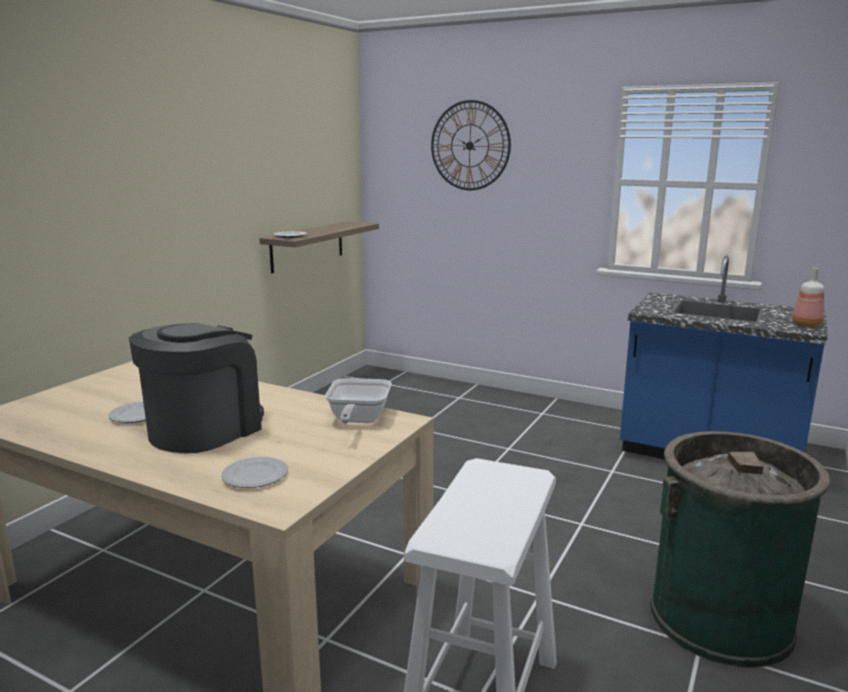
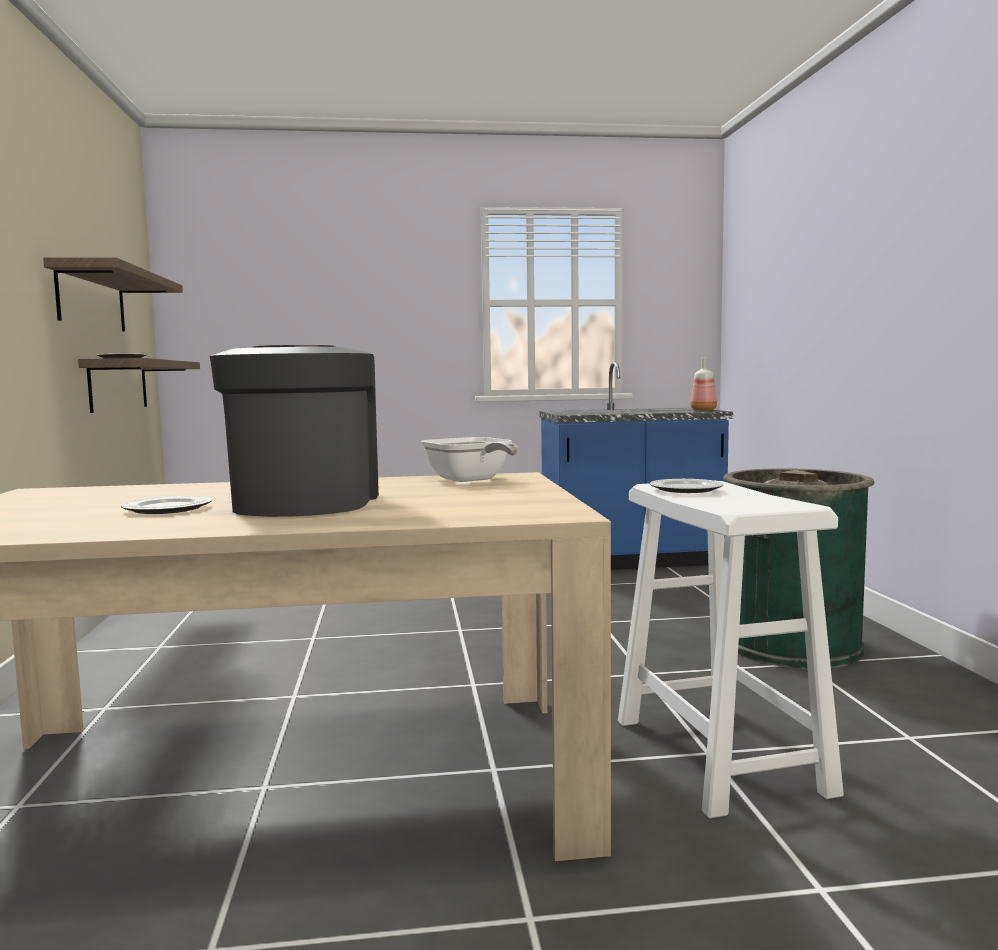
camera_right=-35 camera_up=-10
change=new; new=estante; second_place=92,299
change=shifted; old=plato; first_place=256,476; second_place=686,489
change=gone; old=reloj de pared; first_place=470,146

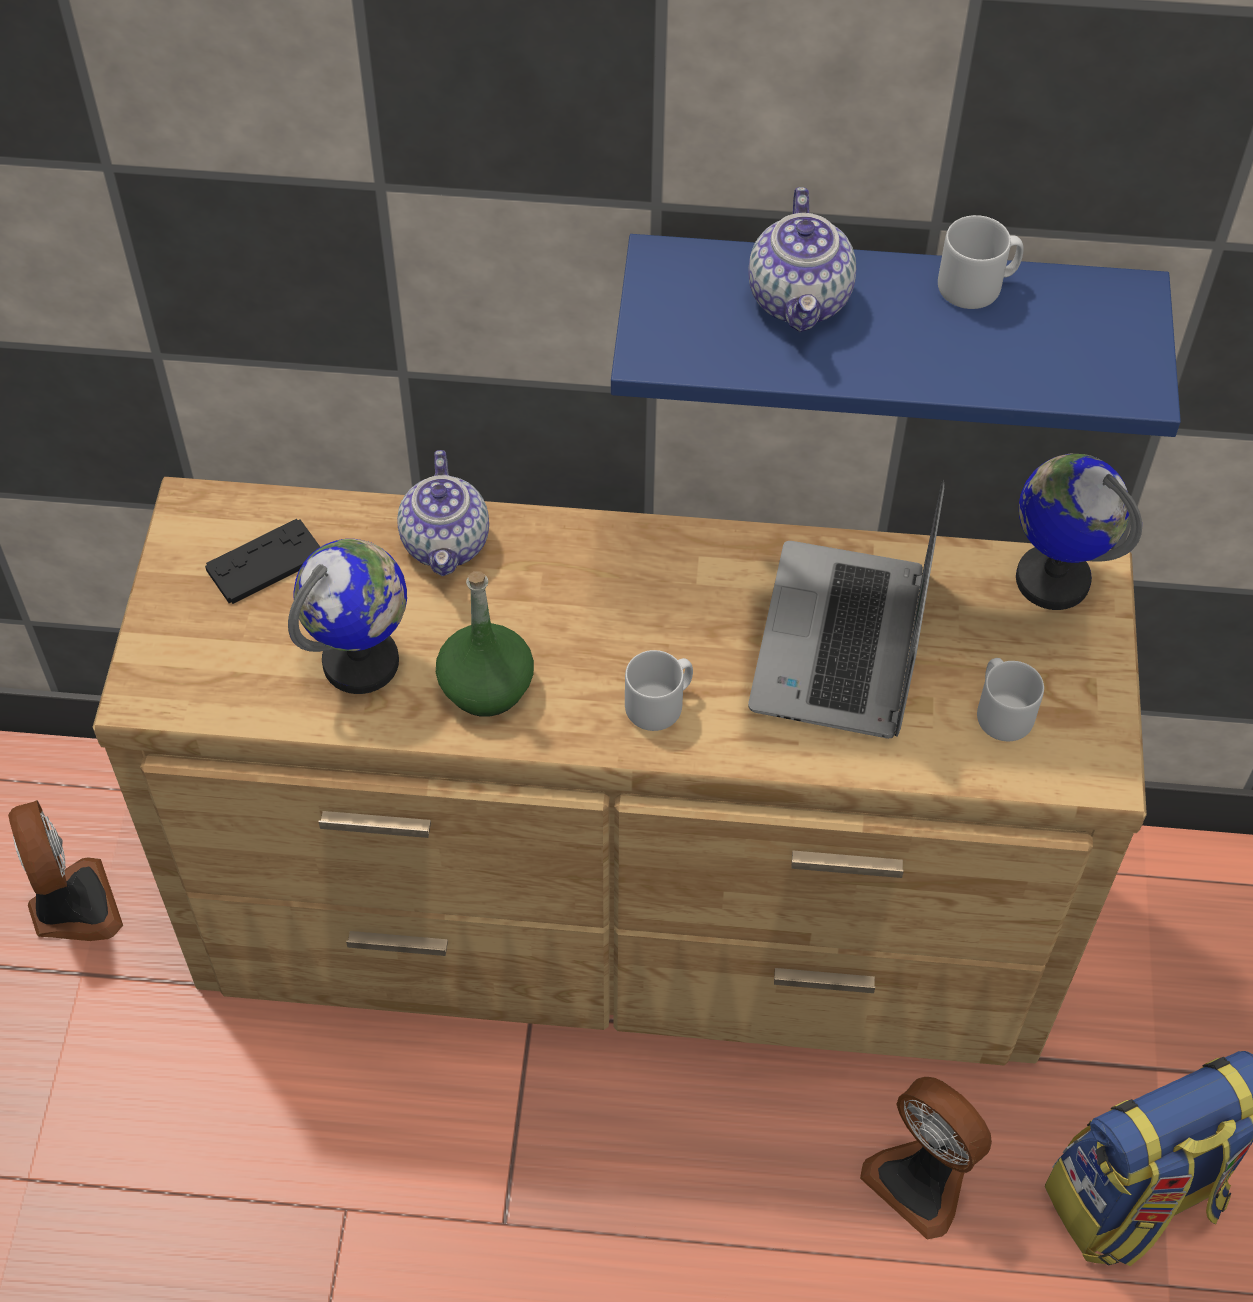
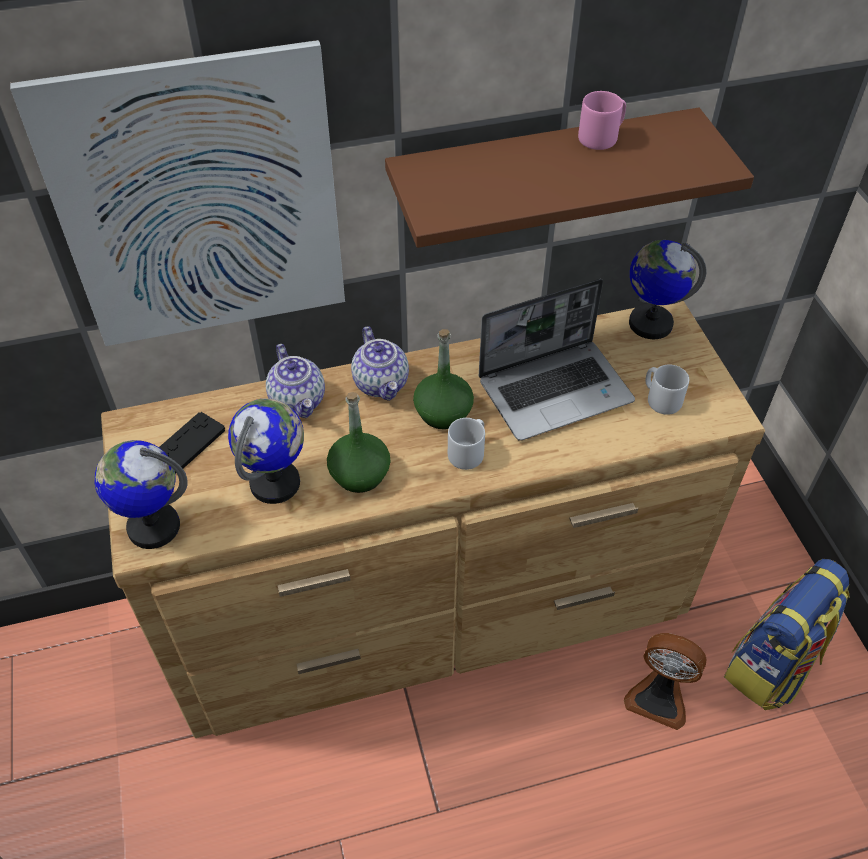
camera_right=-20 camera_up=-5
change=new; new=cuadro; second_place=201,205
change=new; new=globo terráqueo; second_place=153,526
change=shifted; old=tetera; first_place=801,300; second_place=382,383
change=repainted; old=estante [azul]; new=estante [marrón]; first_place=888,308; second_place=542,173
change=new; new=botella [verde]; second_place=443,412
change=rotated; old=portátil; first_place=843,645; second_place=556,390; degrees=-105
change=repainted; old=taza grande [gris]; new=taza grande [rosa]; first_place=977,286; second_place=601,137
change=gone; old=ventilador; first_place=72,907

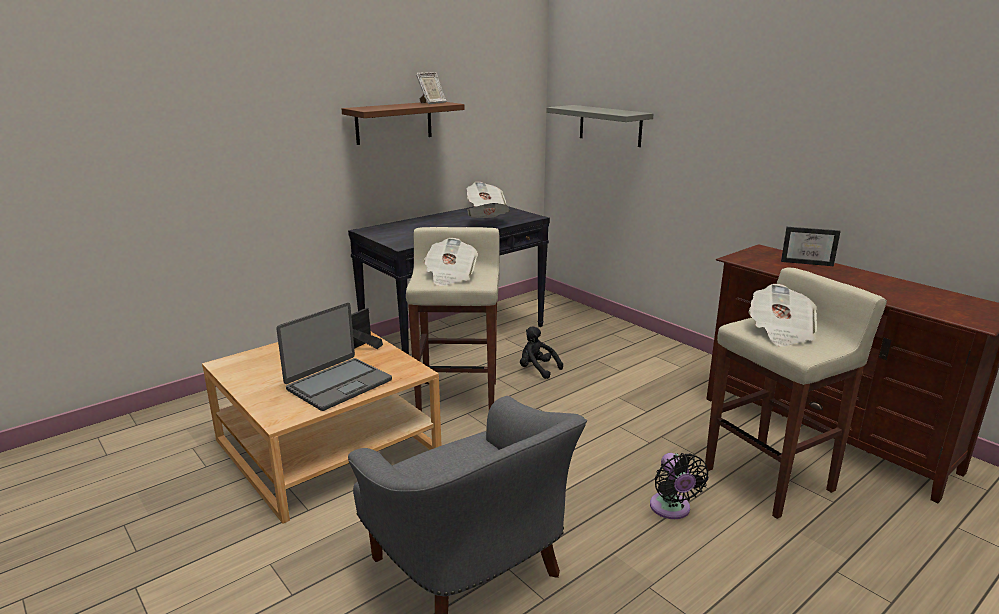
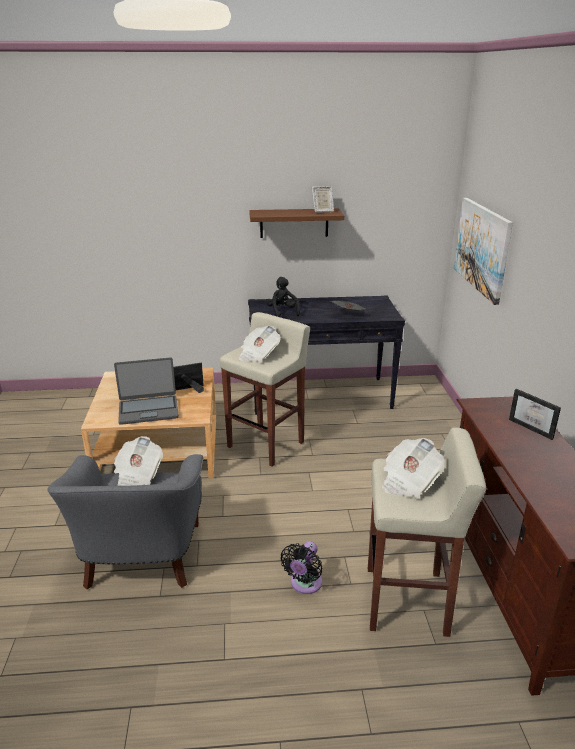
camera_right=35 camera_up=5
change=shifted; old=periódico; first_place=486,209; second_place=137,475
change=shifted; old=peluche [negro]; first_place=537,369; second_place=282,312
change=swapped; old=estante [gris]; new=cuadro; first_place=610,125; second_place=482,248

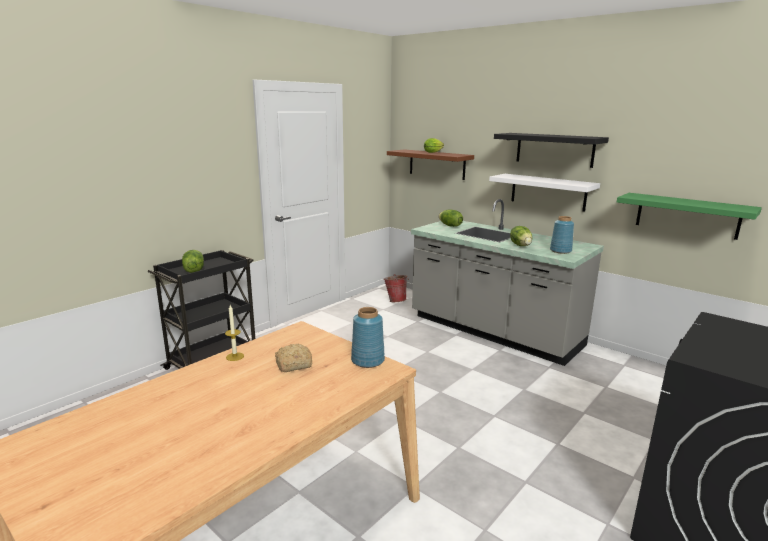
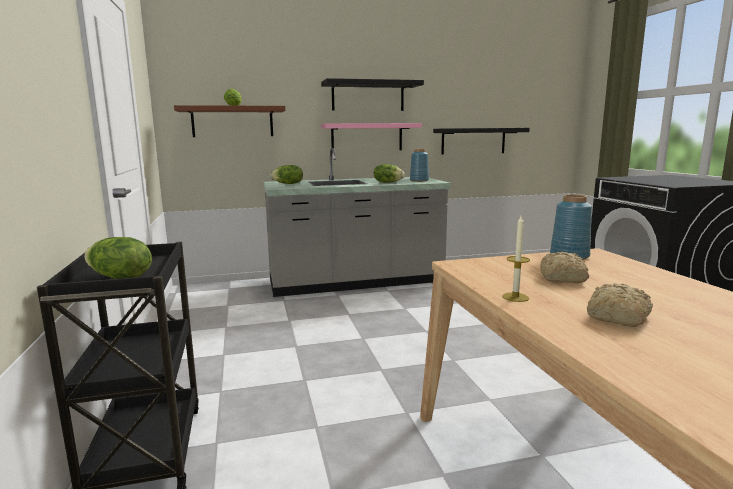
camera_right=-55 camera_up=-5
change=repainted; old=estante [blanco]; new=estante [rosa]; first_place=548,192; second_place=367,137
change=repainted; old=estante [verde]; new=estante [negro]; first_place=687,215; second_place=473,141
change=new; new=pan; second_place=617,317
change=gone; old=cubo; first_place=396,300

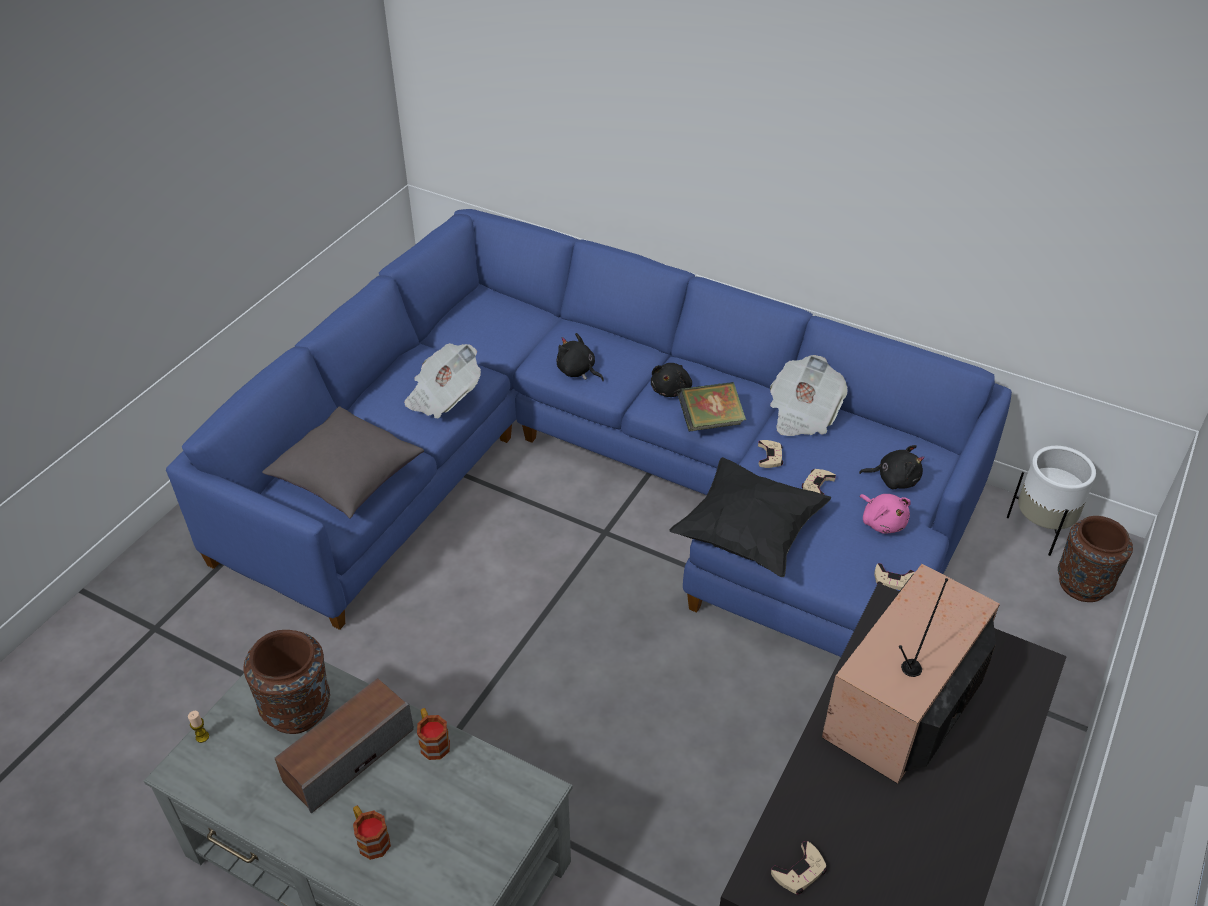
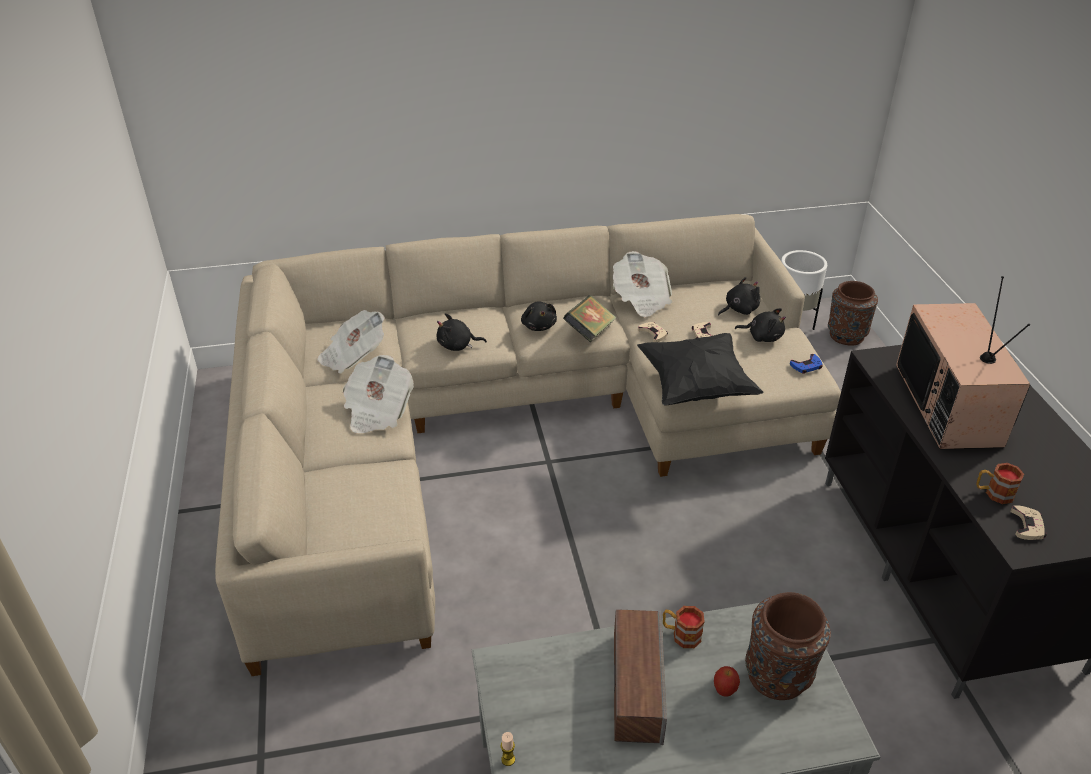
camera_right=-40 camera_up=-5
change=repainted; old=sofá [azul]; new=sofá [beis]; first_place=603,476; second_place=504,427
change=new; new=periódico; second_place=353,356
change=new; new=manzana; second_place=724,691
change=repainted; old=peluche [rosa]; new=peluche [negro]; first_place=882,522; second_place=762,336
change=shifted; old=florero [marrón]; first_place=298,709; second_place=778,674
change=repainted; old=mando de consola [beis]; new=mando de consola [azul]; first_place=893,580; second_place=806,366
change=shifted; old=taza grande; first_place=370,838; second_place=993,493
change=gone; old=cojín [gris]; first_place=347,478

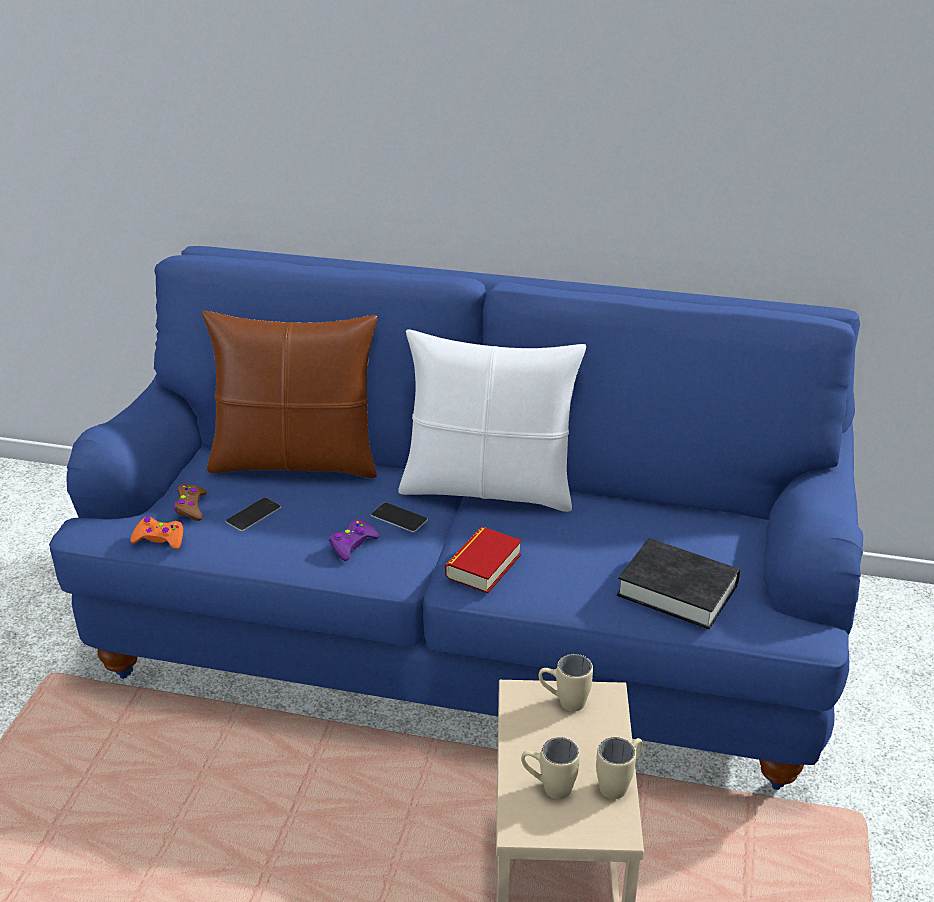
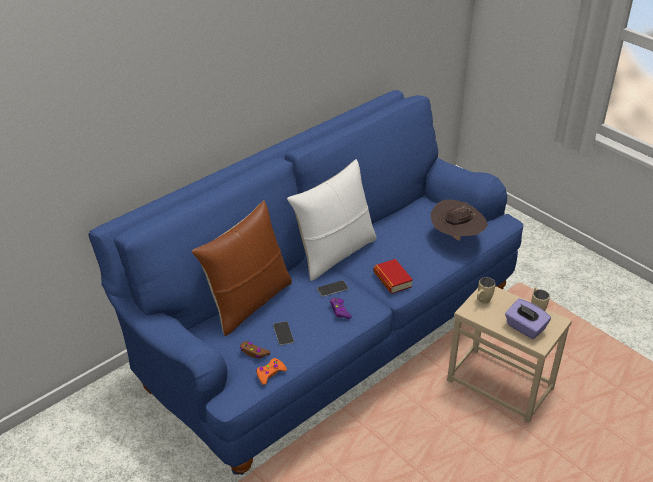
camera_right=-55 camera_up=5
change=swapped; old=libro [negro]; new=sombrero [marrón]; first_place=677,590; second_place=456,237
change=swapped; old=taza grande [beis]; new=caja de pañuelos [morado]; first_place=548,787; second_place=525,328

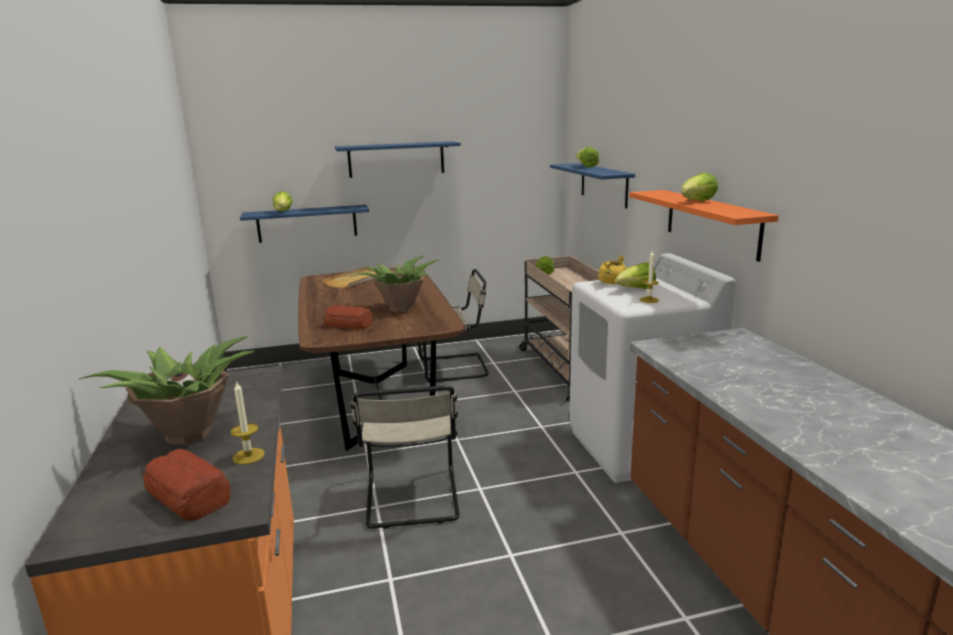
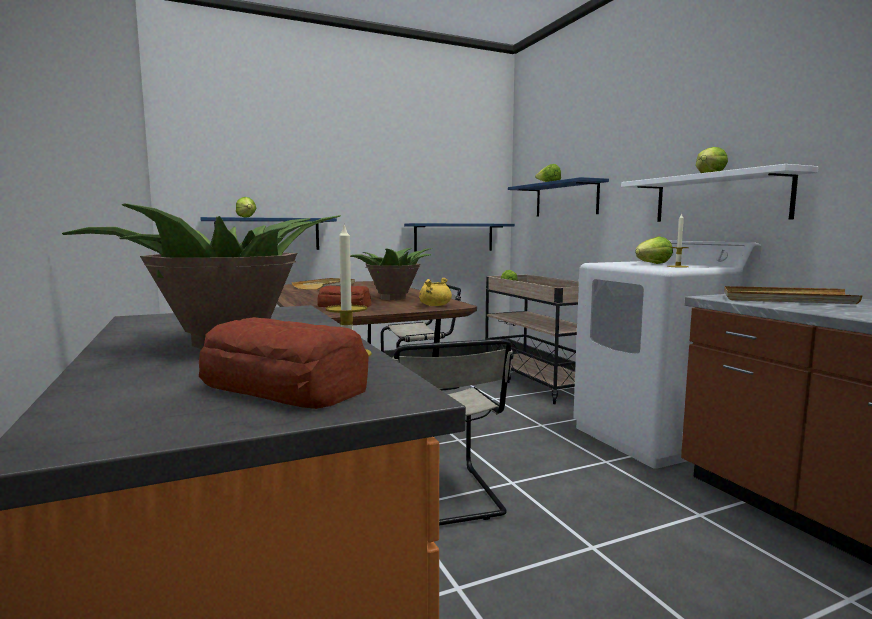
camera_right=-10 camera_up=-10
change=shifted; old=estante [azul]; first_place=396,159; second_place=454,237
change=shifted; old=olla [amarillo]; first_place=612,283; second_place=435,305
change=repainted; old=estante [naranja]; new=estante [blanco]; first_place=711,223; second_place=719,198
change=new; new=bandeja [beis]; second_place=785,299

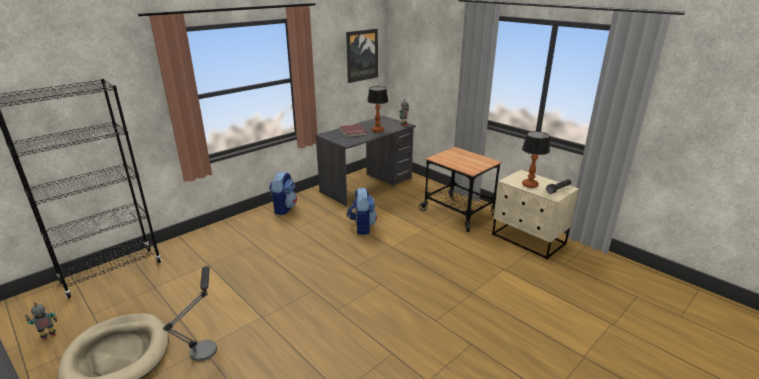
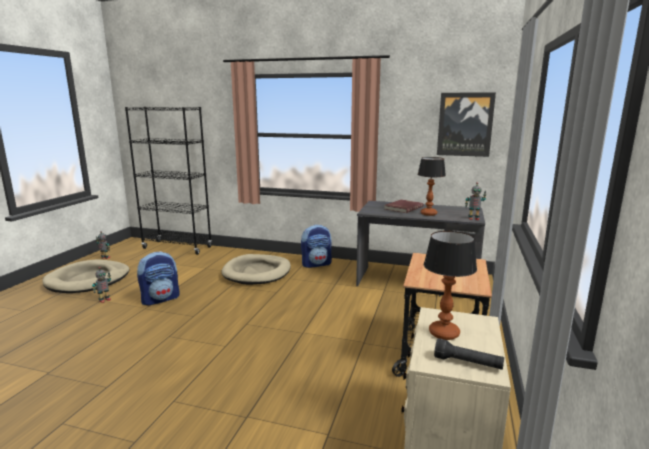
camera_right=60 camera_up=-10
change=swapped; old=lámpara de mesa; new=robot de juguete; first_place=205,345; second_place=104,300
change=shifted; old=mochila; first_place=362,227; second_place=160,299
change=new; new=cama para perro [beis]; second_place=257,272

